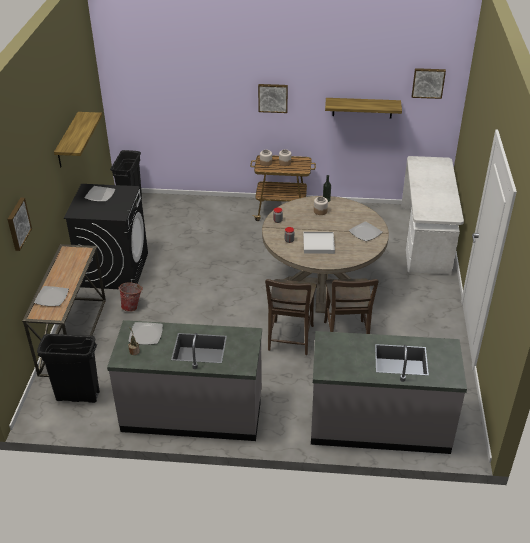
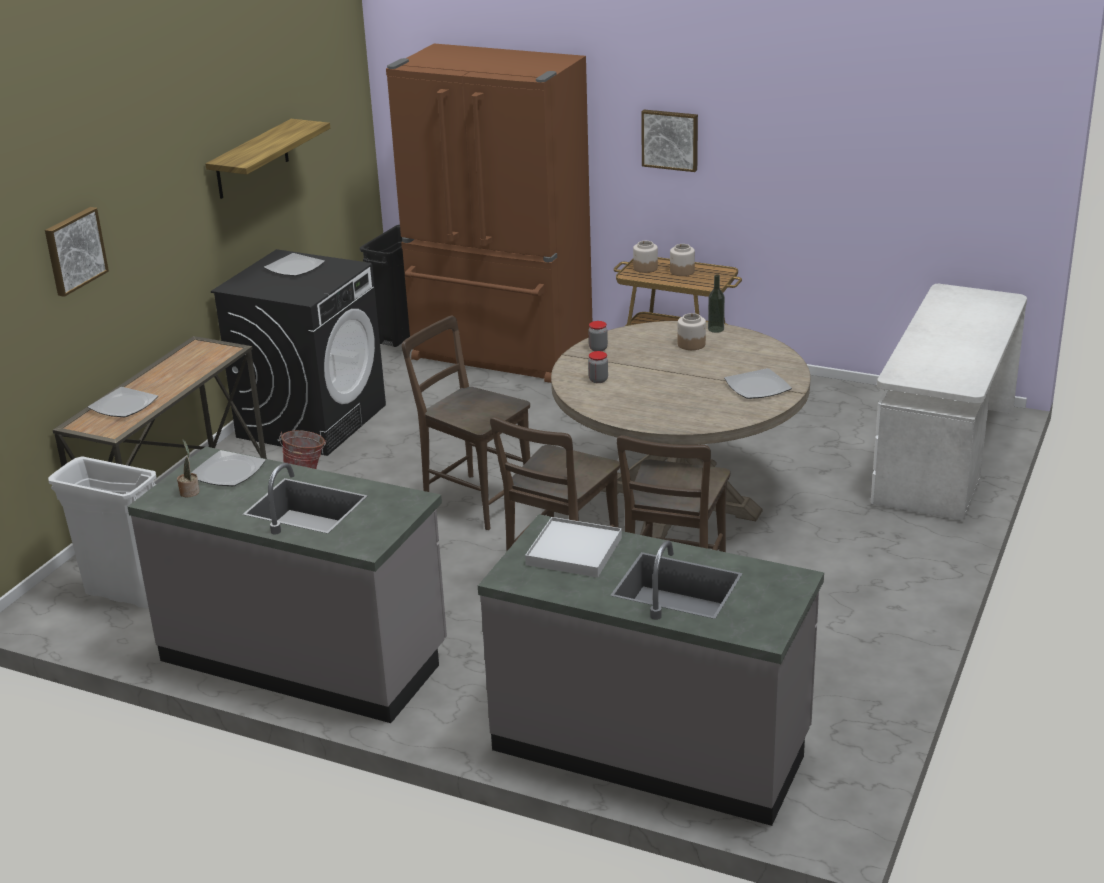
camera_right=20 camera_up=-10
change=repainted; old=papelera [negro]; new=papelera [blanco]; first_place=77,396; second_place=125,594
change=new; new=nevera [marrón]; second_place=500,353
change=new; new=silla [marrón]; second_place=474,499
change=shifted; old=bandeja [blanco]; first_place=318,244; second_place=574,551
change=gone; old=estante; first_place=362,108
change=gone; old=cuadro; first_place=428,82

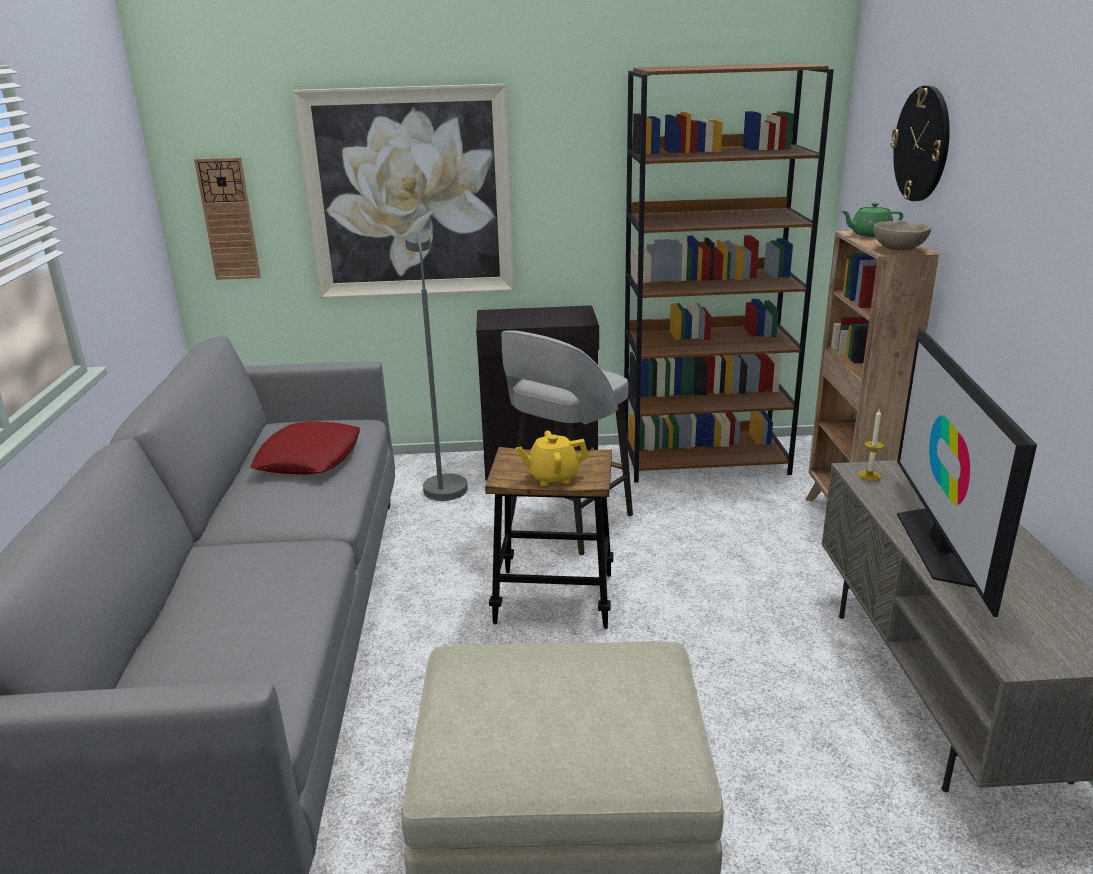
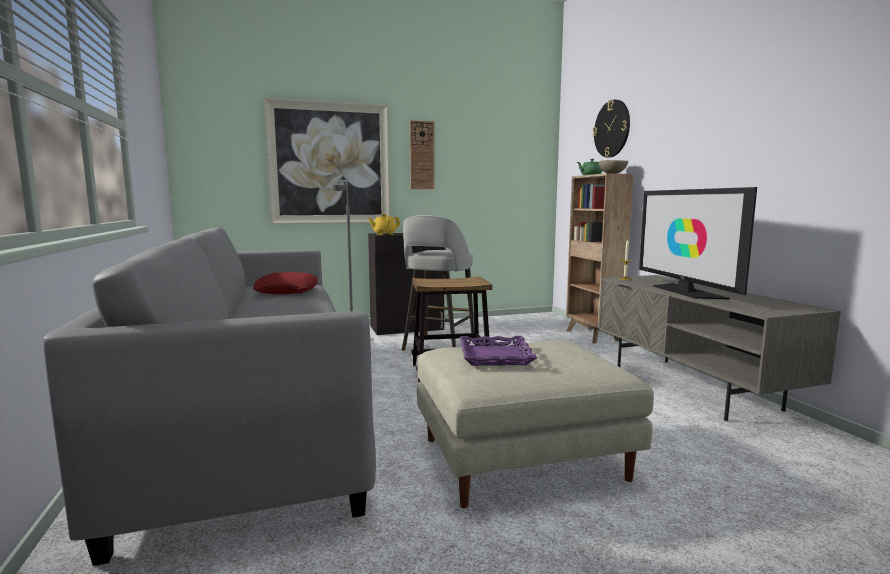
camera_right=-15 camera_up=-15
change=shifted; old=tetera [amarillo]; first_place=553,477; second_place=384,234
change=shifted; old=reloj de pared; first_place=228,219; second_place=422,155
change=new; new=bandeja [morado]; second_place=494,356
change=gone; old=estantería [marrón]; first_place=705,460

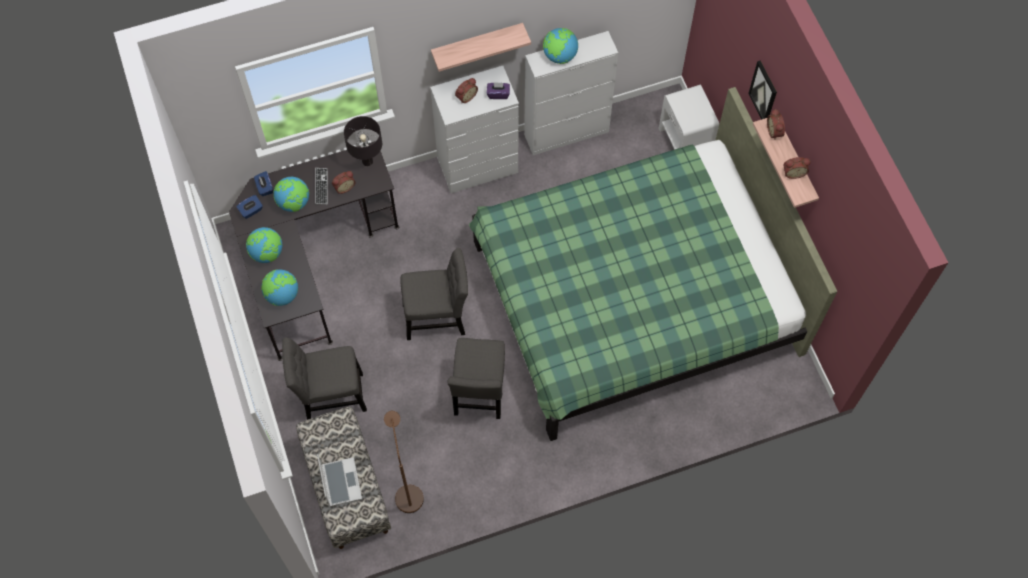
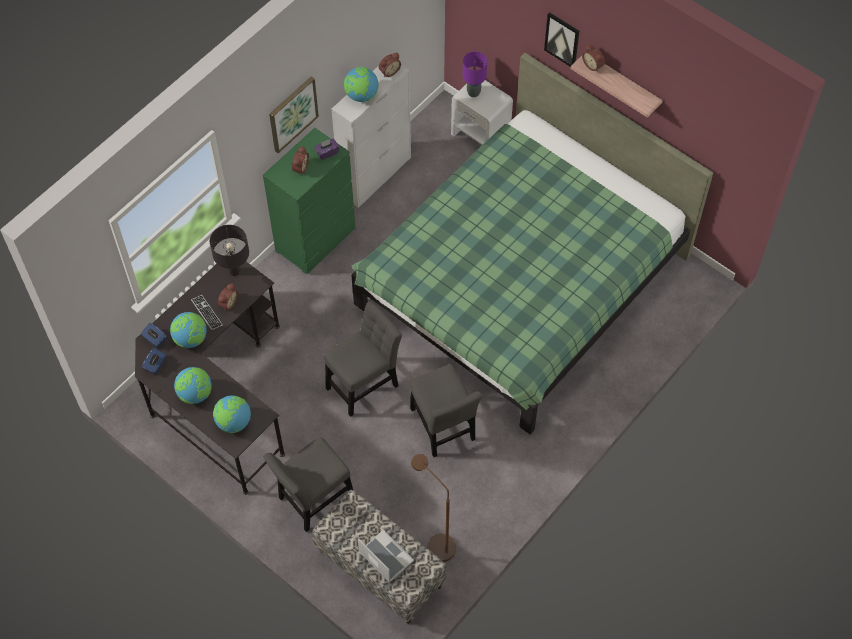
camera_right=-30 camera_up=-5
change=repainted; old=cómoda [blanco]; new=cómoda [verde]; first_place=478,166; second_place=316,239
change=swapped; old=estante; new=cuadro; first_place=477,44; second_place=292,113
change=shifted; old=despertador; first_place=793,172; second_place=389,71
change=new; new=lámpara de mesa [morado]; second_place=473,93

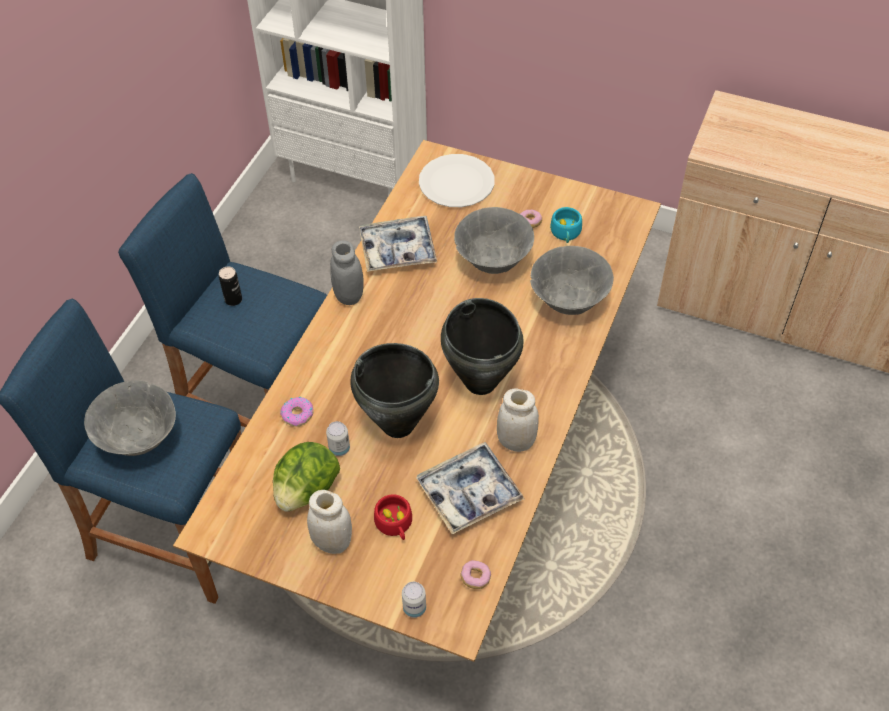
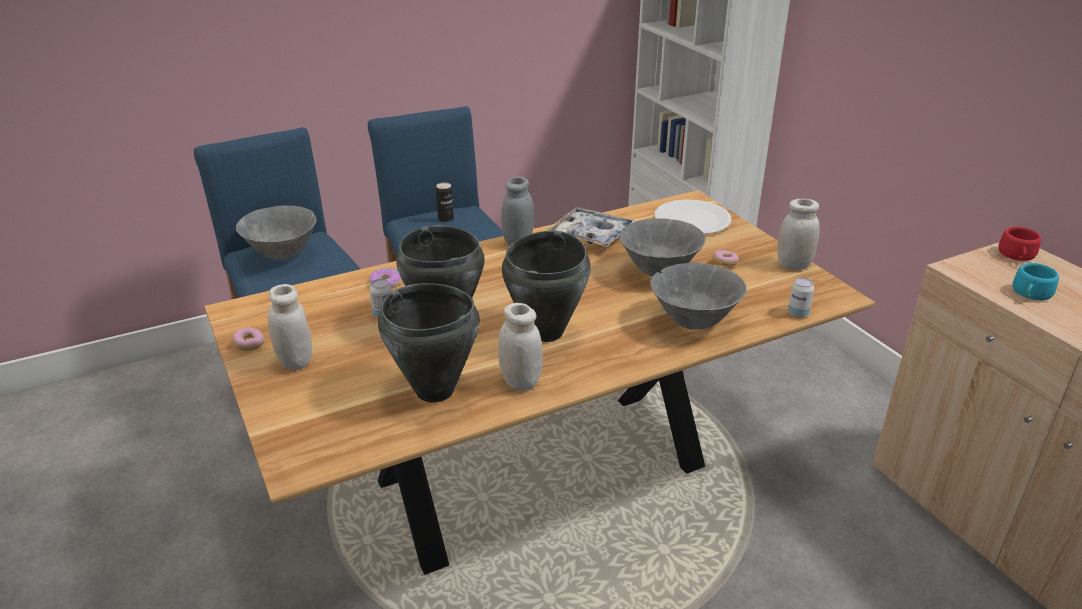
camera_right=40 camera_up=-20
change=shifted; old=rosquilla; first_place=475,578; second_place=249,345
change=swapped; old=bandeja; new=olla [negro]; first_place=469,493; second_place=434,391
change=new; new=tarro [blanco]; second_place=793,265
change=shifted; old=lata; first_place=414,608; second_place=798,313
change=shifted; old=taza [rojo]; first_place=395,525; second_place=1016,256
change=shifted; old=taza [turquesa]; first_place=566,234; second_place=1030,294
change=gone; old=lechuga; first_place=306,490

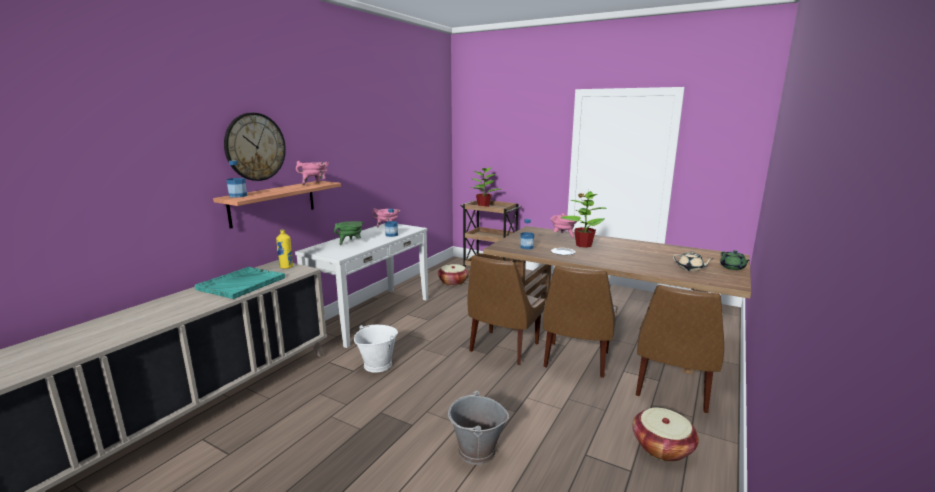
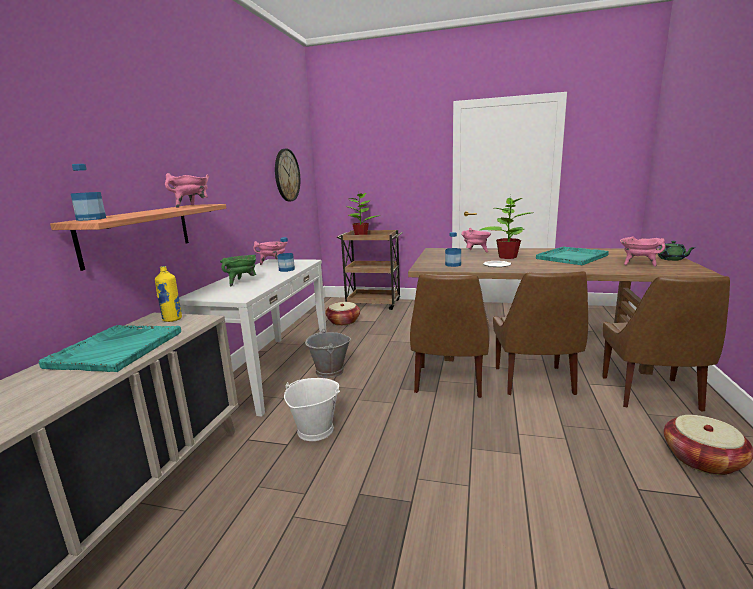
camera_right=-15 camera_up=0
change=shifted; old=reloj de pared; first_place=255,147; second_place=287,175
change=shifted; old=cubo [gris]; first_place=476,451; second_place=329,371
change=new; new=bandeja [turquesa]; second_place=572,257
change=swapped; old=tetera [beis]; new=olla [rosa]; first_place=690,269; second_place=638,264

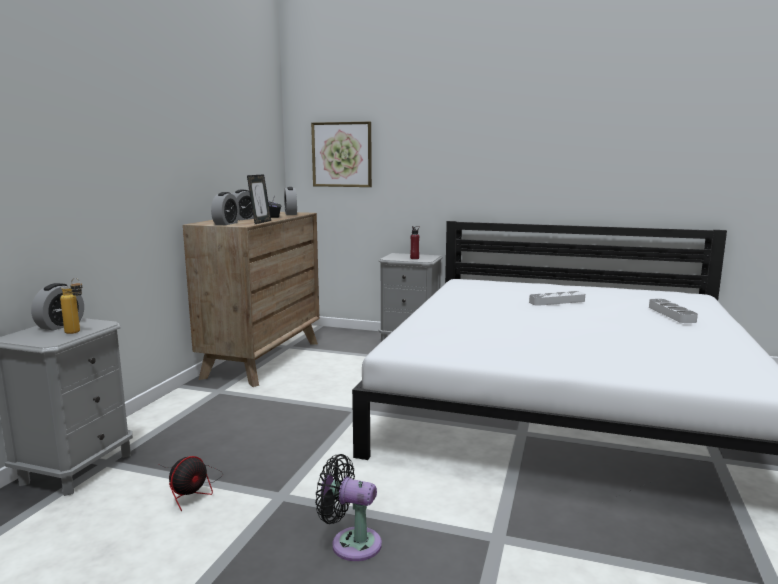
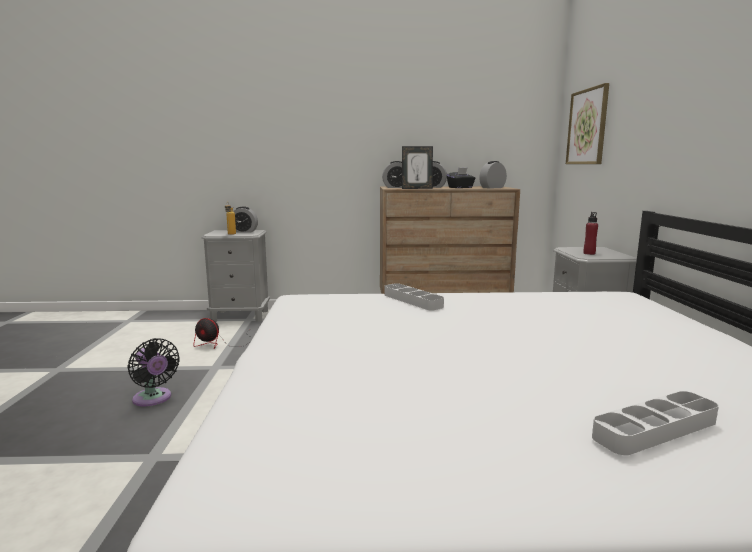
camera_right=70 camera_up=0
change=rotated; old=ventilador [negro]; first_place=351,543; second_place=153,399; degrees=135
change=shifted; old=bandeja [gris]; first_place=557,301; second_place=412,300

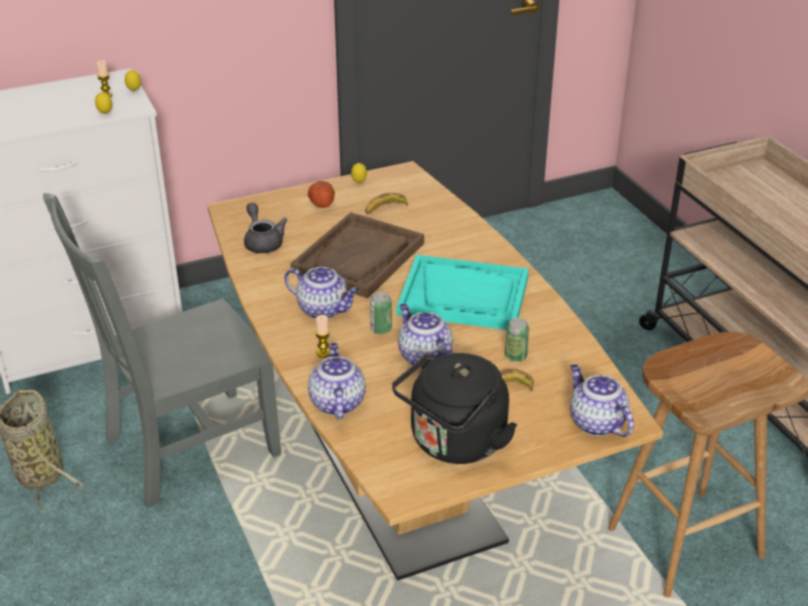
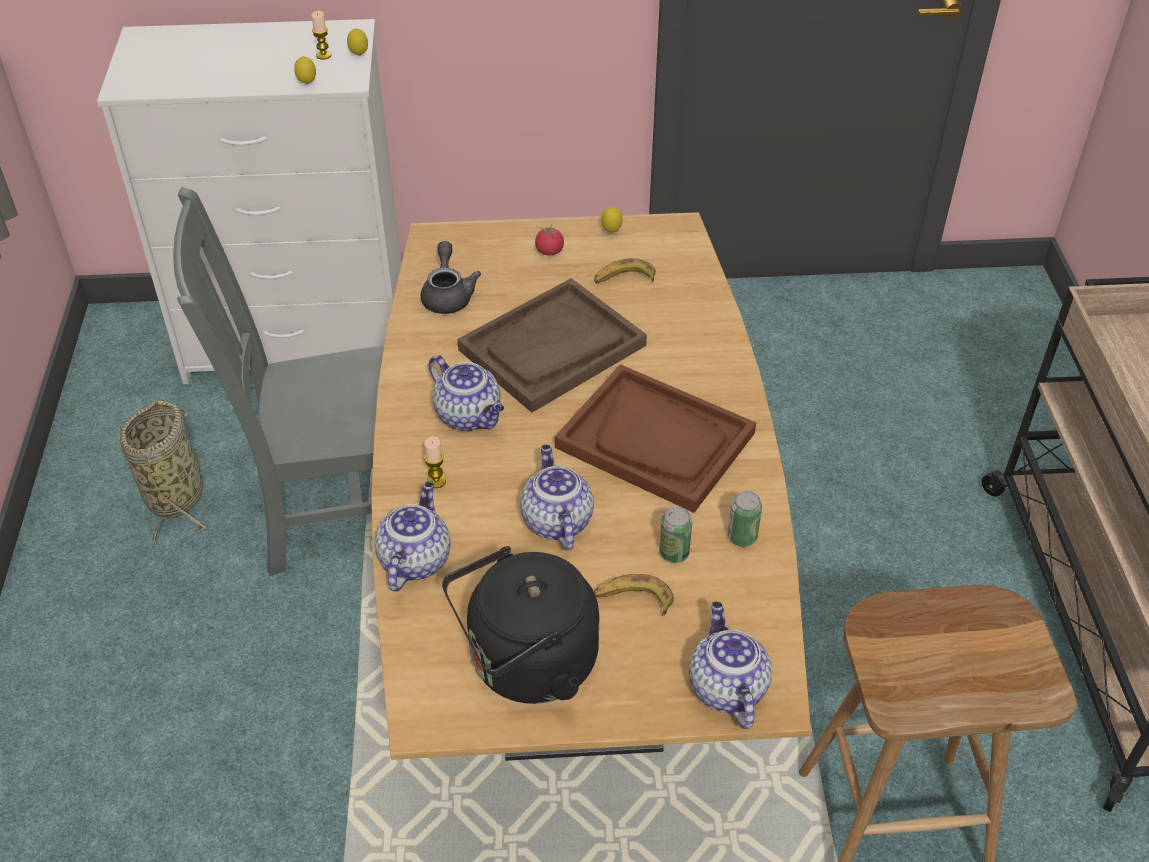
camera_right=20 camera_up=10
change=swapped; old=patata; new=tomate; first_place=321,202; second_place=549,251
change=repainted; old=bandeja [turquesa]; new=bandeja [marrón]; first_place=464,296; second_place=655,440
change=shifted; old=lata; first_place=381,329; second_place=742,537

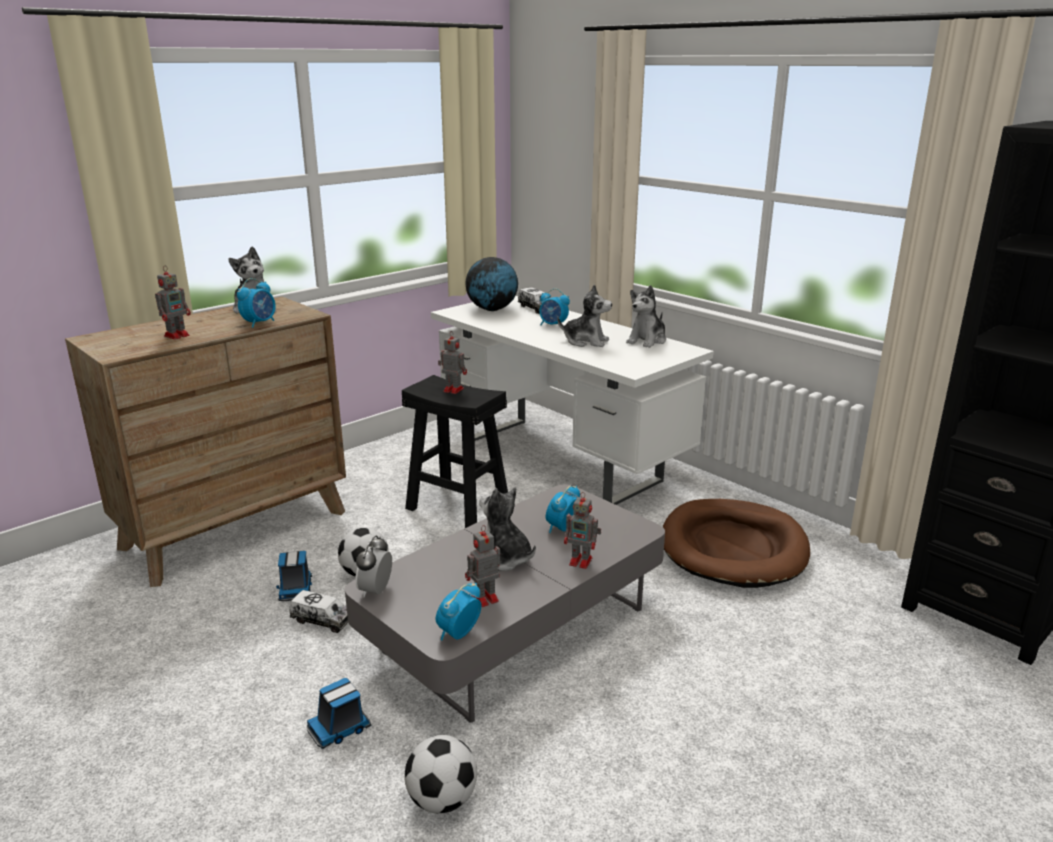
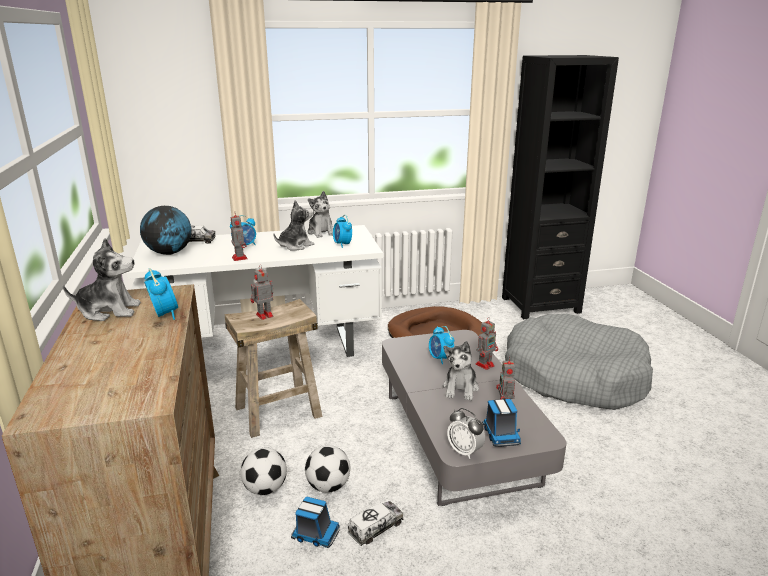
camera_right=-60 camera_up=0
change=repainted; old=taburete [negro]; new=taburete [beis]; first_place=457,506; second_place=278,412
change=shifted; old=robot de juguete; first_place=178,335; second_place=239,258
change=shifted; old=balón de fútbol; first_place=442,800; second_place=265,488
change=shifted; old=despertador; first_place=458,634; second_place=342,244
change=rotated; old=peluche; first_place=505,558; second_place=460,388; degrees=-60
change=shifted; old=camión de juguete; first_place=340,728; second_place=500,434
change=new; new=cama para perro [gris]; second_place=574,376

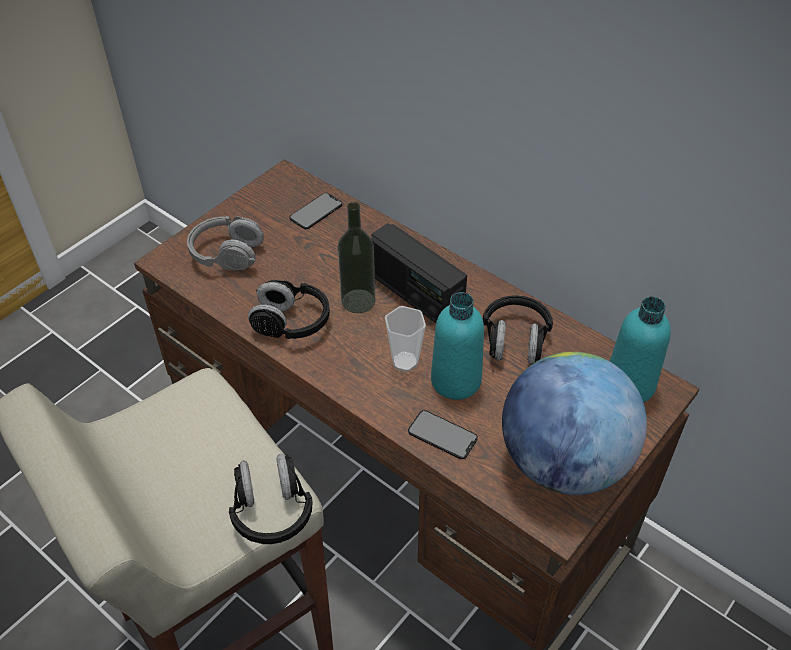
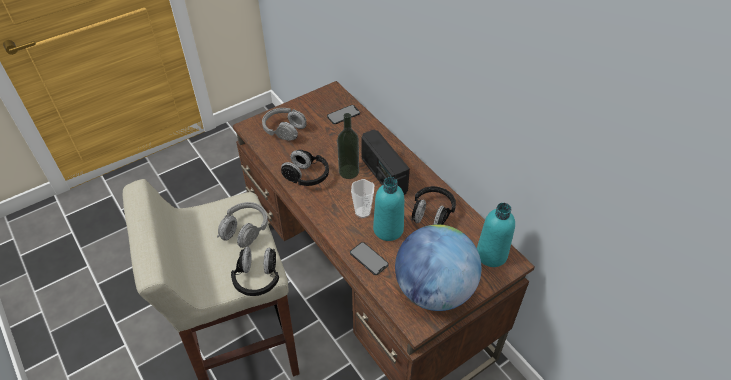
camera_right=15 camera_up=0
change=new; new=auriculares [gris]; second_place=245,231

